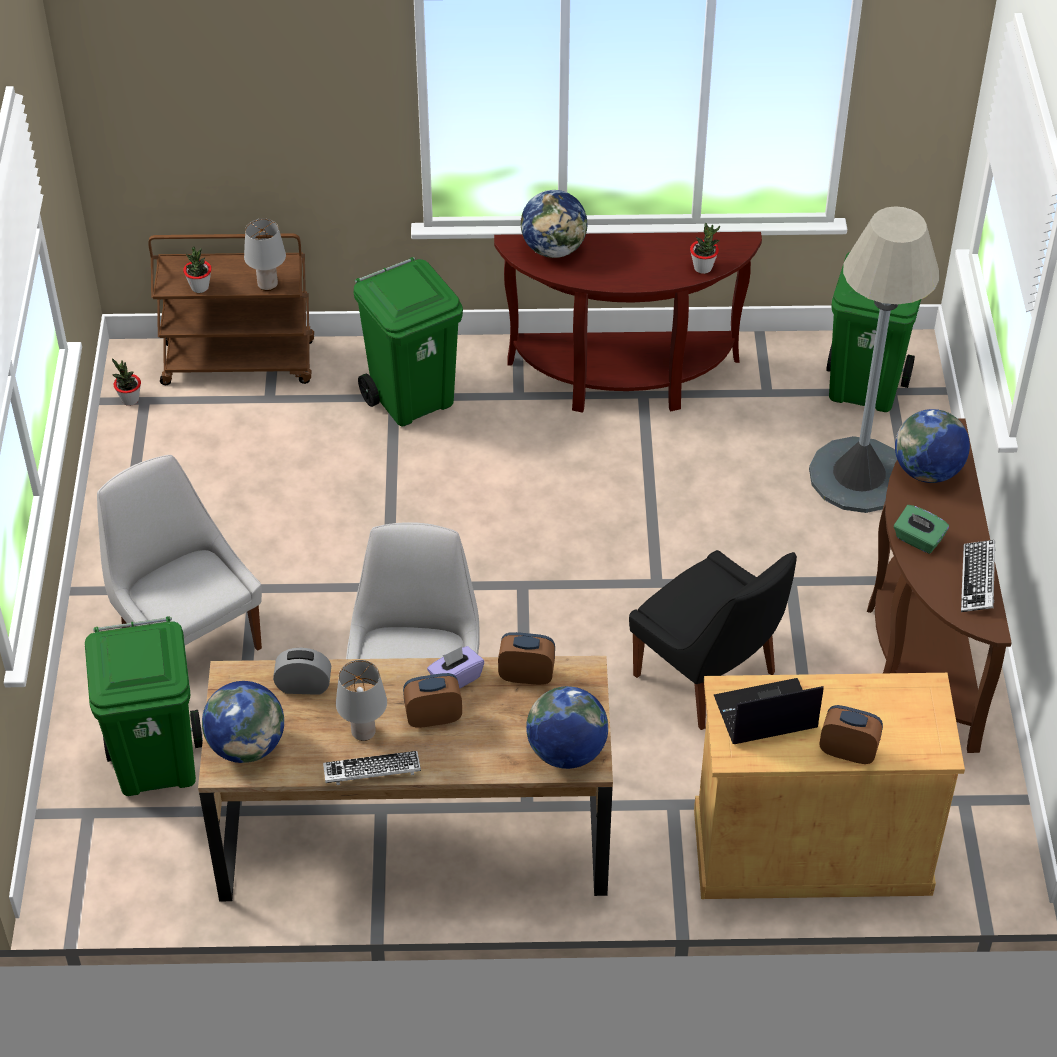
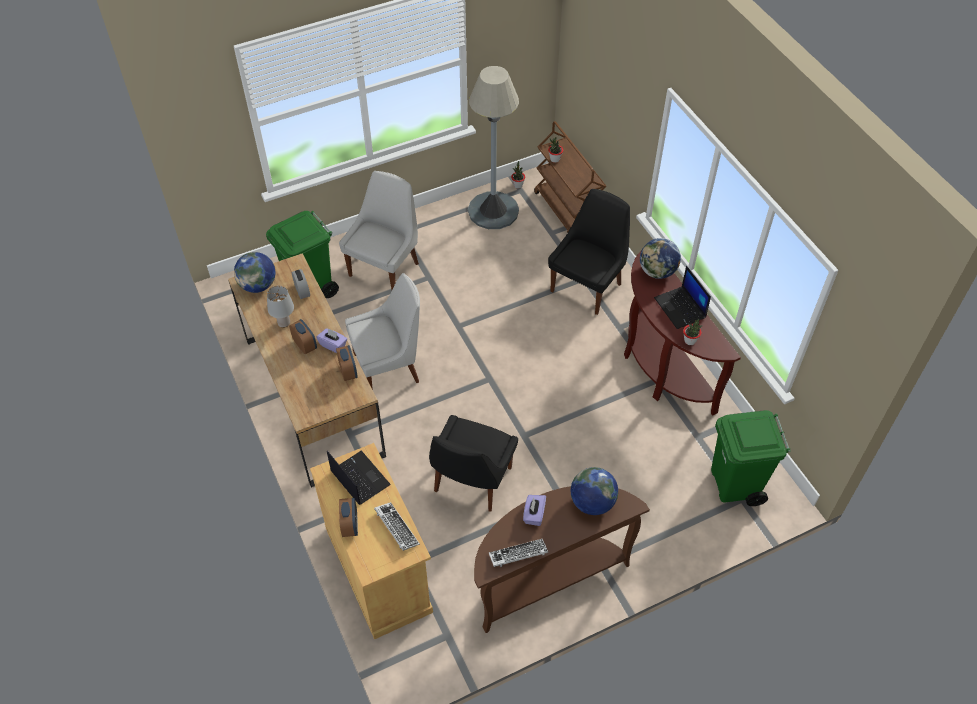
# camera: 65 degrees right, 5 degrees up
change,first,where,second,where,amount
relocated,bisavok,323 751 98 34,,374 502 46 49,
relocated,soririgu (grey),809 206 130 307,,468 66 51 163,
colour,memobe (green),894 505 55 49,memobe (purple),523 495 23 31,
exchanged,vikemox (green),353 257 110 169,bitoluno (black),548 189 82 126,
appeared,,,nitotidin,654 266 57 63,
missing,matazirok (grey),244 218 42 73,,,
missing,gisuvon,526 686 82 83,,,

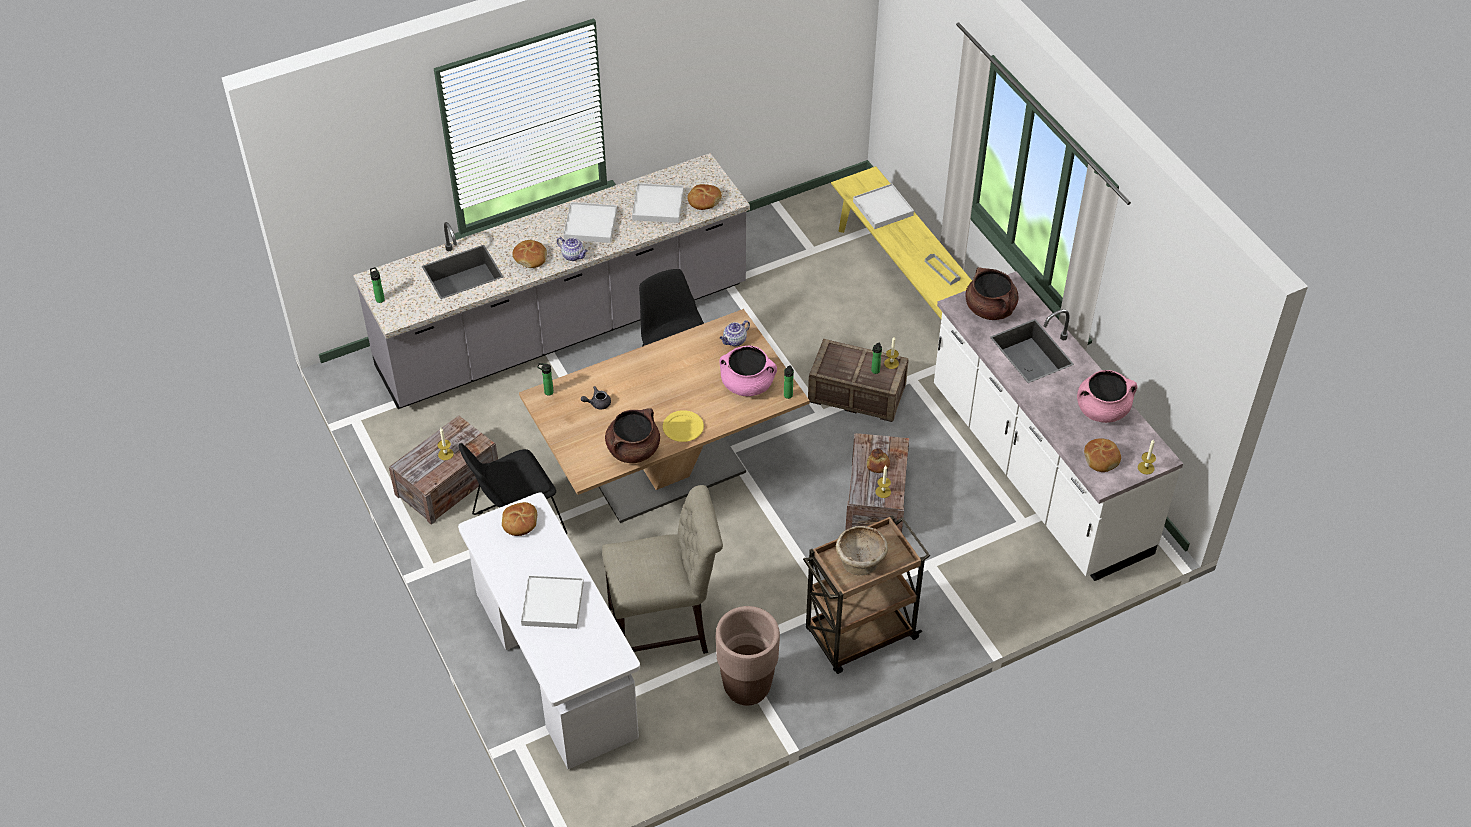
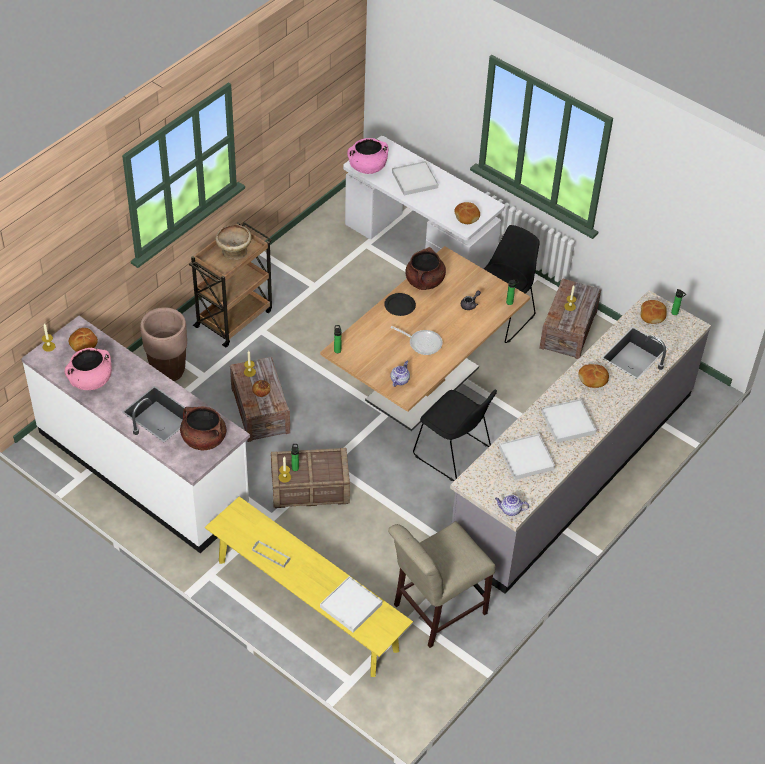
# camera: 155 degrees right, 0 degrees up
change,first,where,second,where,amount
relocated,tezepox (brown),716 606 64 99,,140 307 47 74,
relocated,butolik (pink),719 345 58 51,,347 138 41 36,
colour,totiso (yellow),663 410 41 32,totiso (black),384 293 32 23,
relocated,bitoluno (beige),602 485 121 169,,388 521 108 127,
appeared,,,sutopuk,390 326 53 29,
relocated,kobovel,557 237 31 24,,495 495 34 21,
relocated,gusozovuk,688 184 34 26,,640 300 27 24,

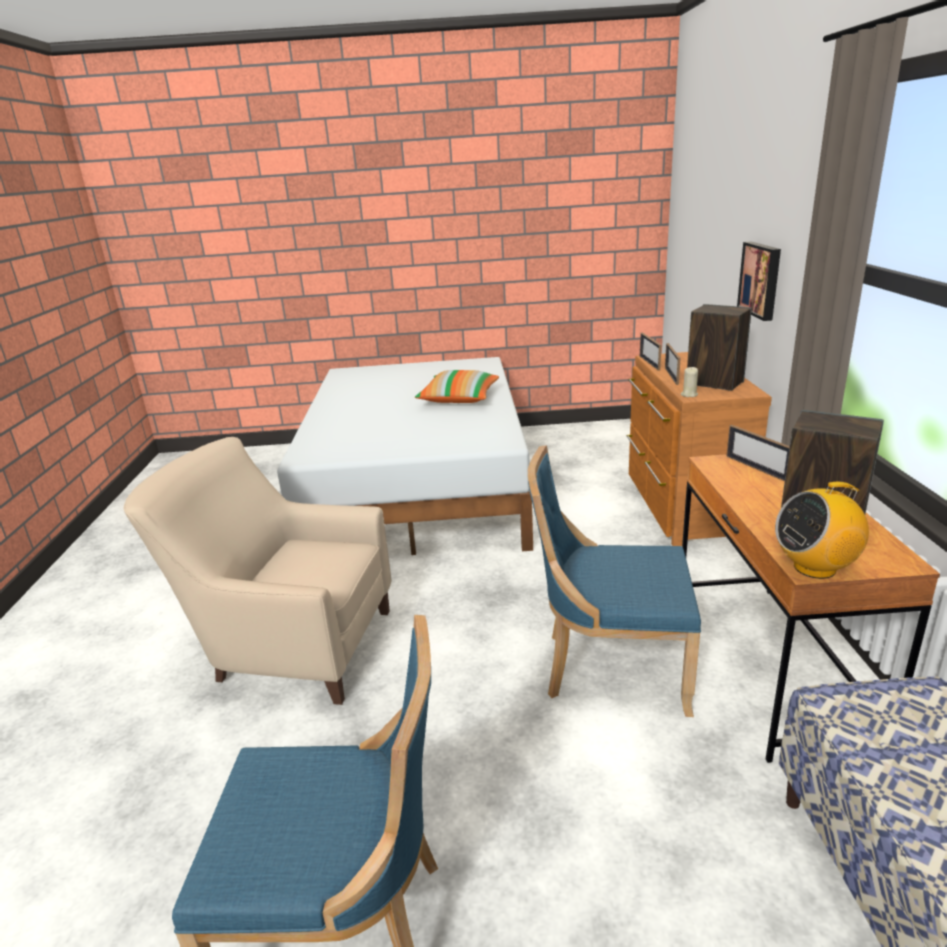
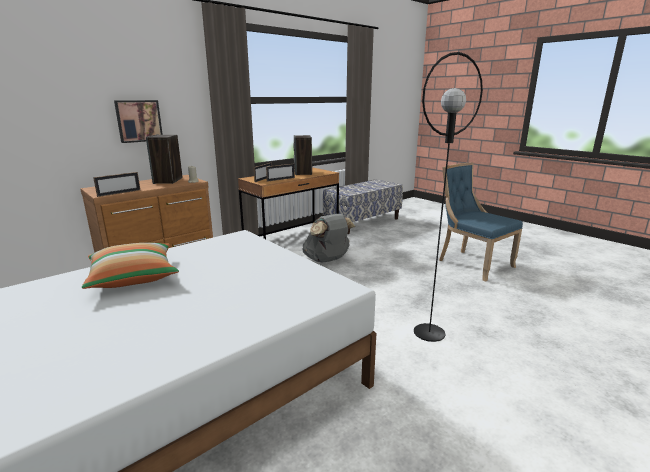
# camera: 130 degrees left, 5 degrees down
change,first,where,second,where,amount
relocated,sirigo,665 343 16 42,,266 164 29 18,
exchanged,bitoluno (blue),528 445 173 272,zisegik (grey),302 214 53 48,
exchanged,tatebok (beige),124 437 267 268,soririgu (black),414 52 69 290,
missing,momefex,775 482 94 97,,,

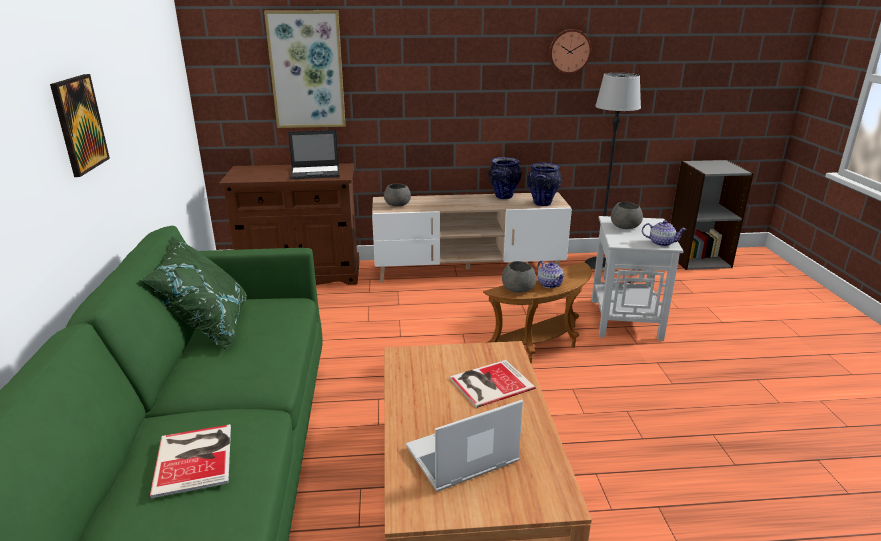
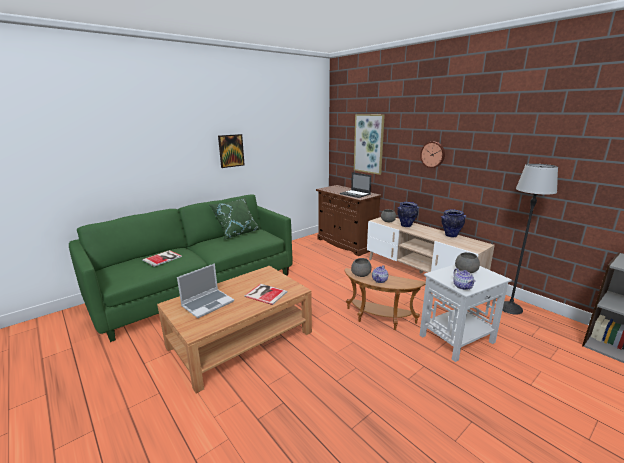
# camera: 55 degrees right, 5 degrees down
change,first,where,second,where,amount
spun,nitotidin,406 400 117 92,,177 263 57 55,105 degrees clockwise
relocated,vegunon,527 163 34 43,,397 202 22 25,
relocated,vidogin,549 29 42 45,,420 142 25 26,

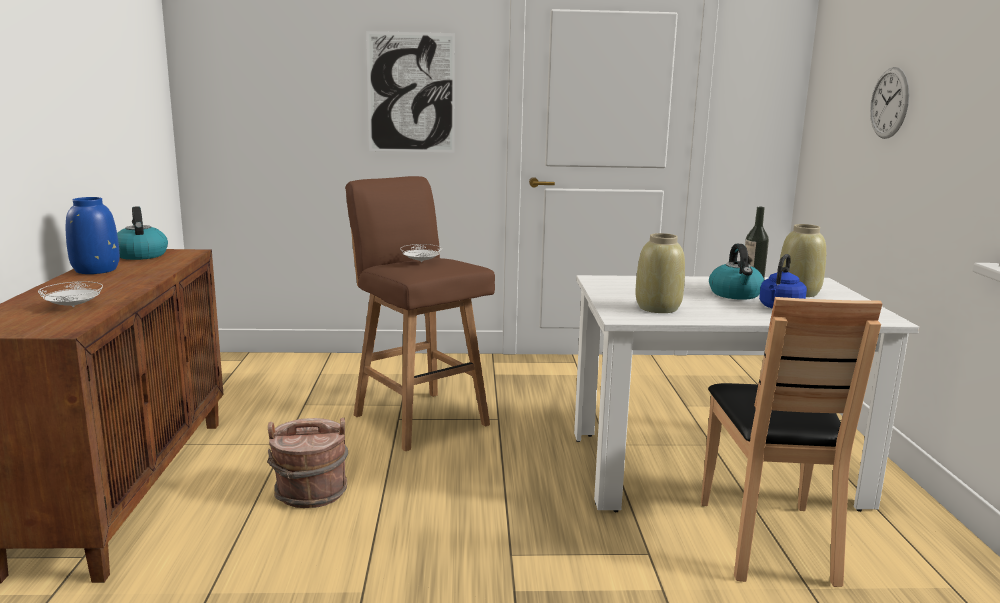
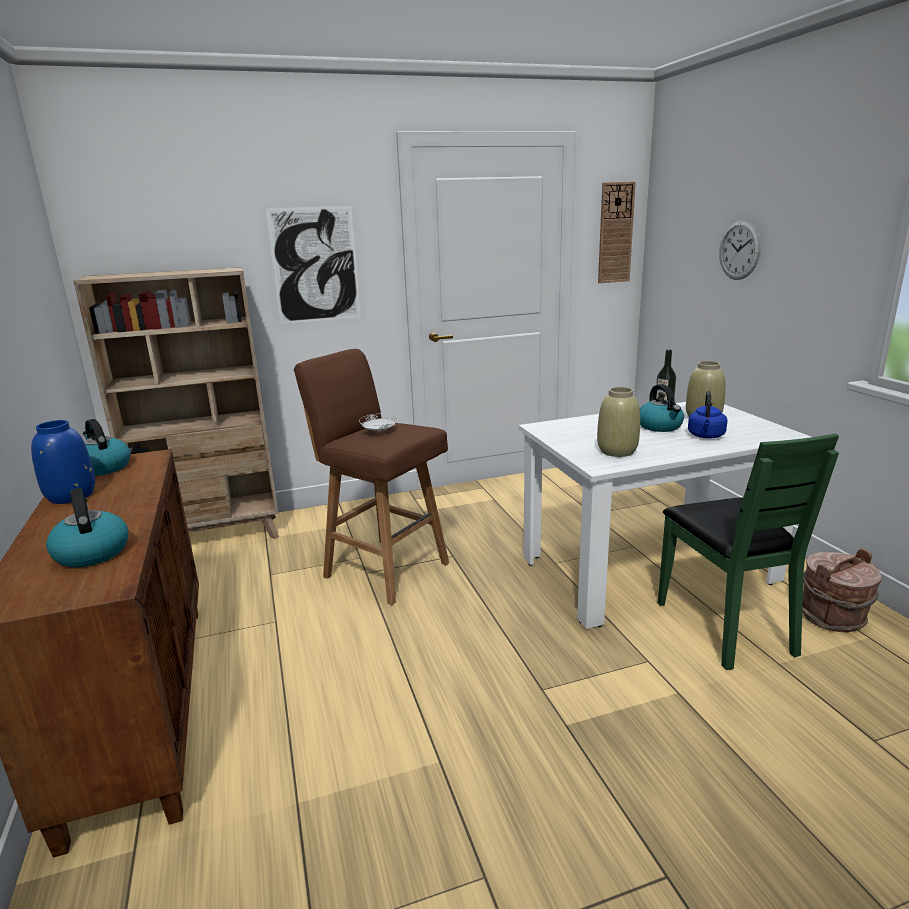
# camera: 15 degrees left, 5 degrees up
change,first,where,second,where,amount
exchanged,totiso (white),38 281 65 26,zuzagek,46 488 82 79,
appeared,,,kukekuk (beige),74 267 205 272,
appeared,,,vidogin,598 182 38 101,
colour,bitoluno (brown),701 297 182 290,bitoluno (green),658 433 181 237,
relocated,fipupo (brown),267 418 81 90,,802 548 80 84,

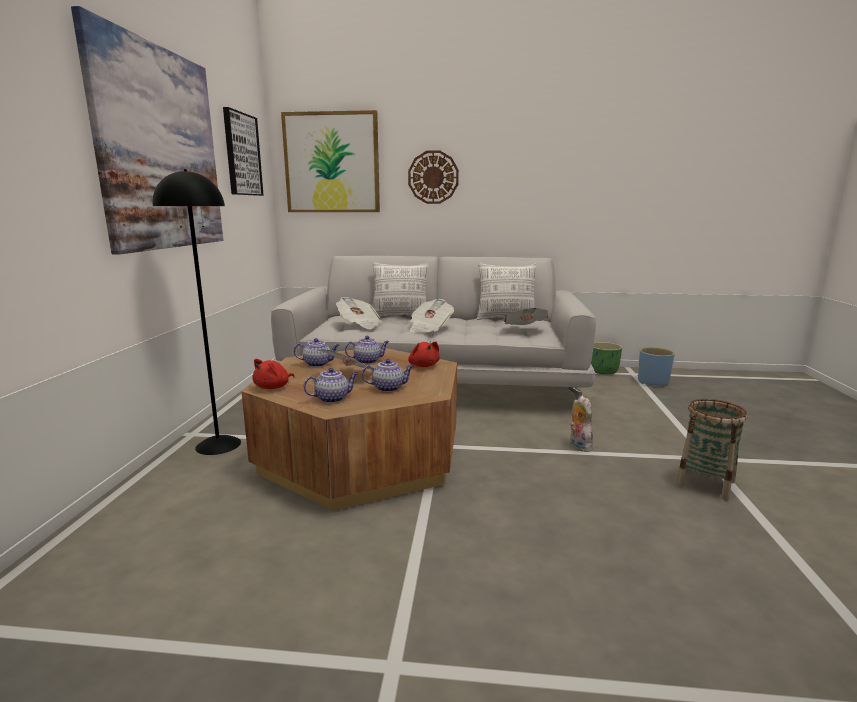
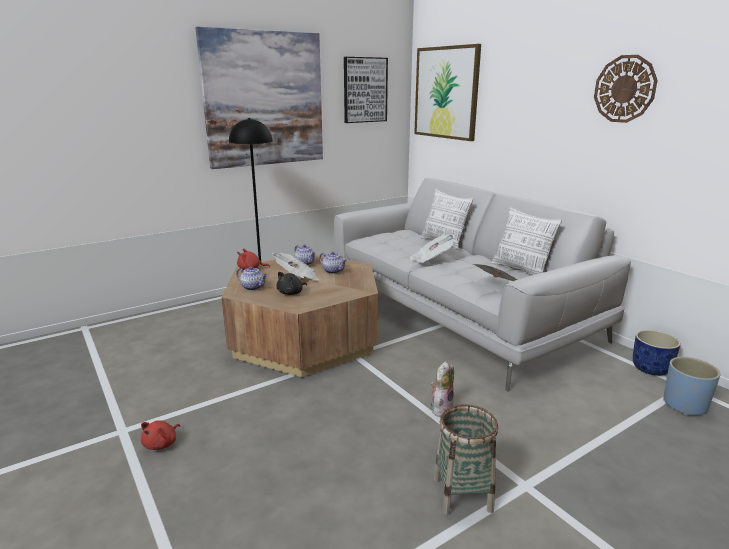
# camera: 50 degrees right, 5 degrees up
change,first,where,second,where,amount
relocated,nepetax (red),408 341 32 26,,141 421 39 29,
exchanged,kobovel,362 359 52 33,nepetax (black),276 272 31 23,
relocated,vidogin,408 150 51 54,,594 55 64 68,
colour,tezepox (green),591 342 31 33,tezepox (blue),633 330 48 46,
missing,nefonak,336 297 46 32,,,

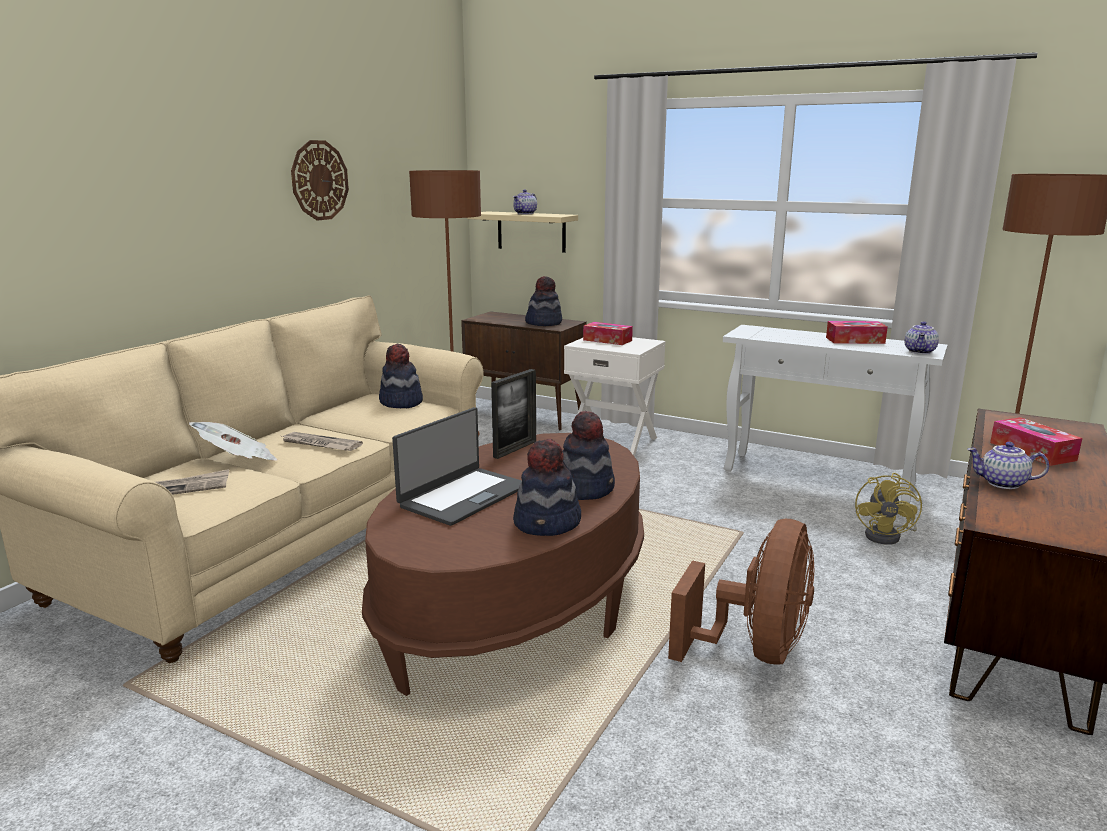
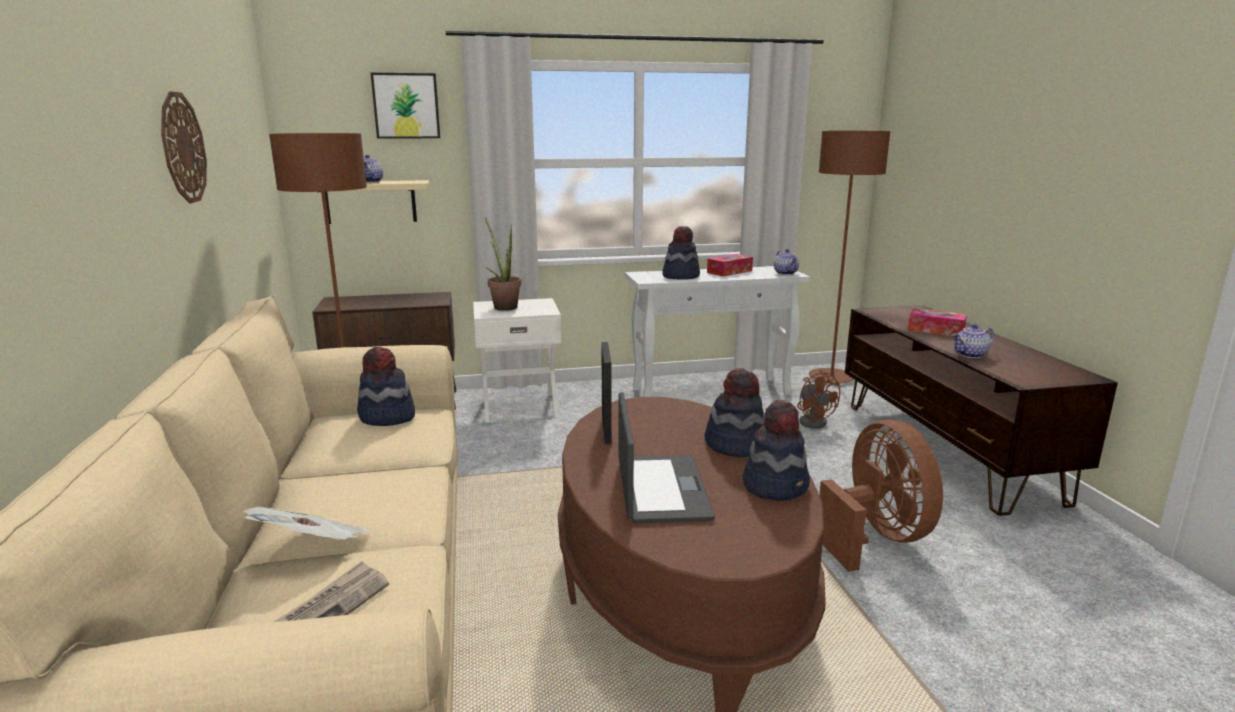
# camera: 40 degrees left, 0 degrees up
change,first,where,second,where,amount
appeared,,,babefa,371 73 69 66,
exchanged,memobe,583 322 50 23,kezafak,485 217 36 94,
relocated,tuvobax,525 276 37 50,,662 226 38 54,
colour,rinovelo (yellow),855 473 67 72,rinovelo (brown),797 370 44 59,
missing,nefonak,282 432 81 19,,,

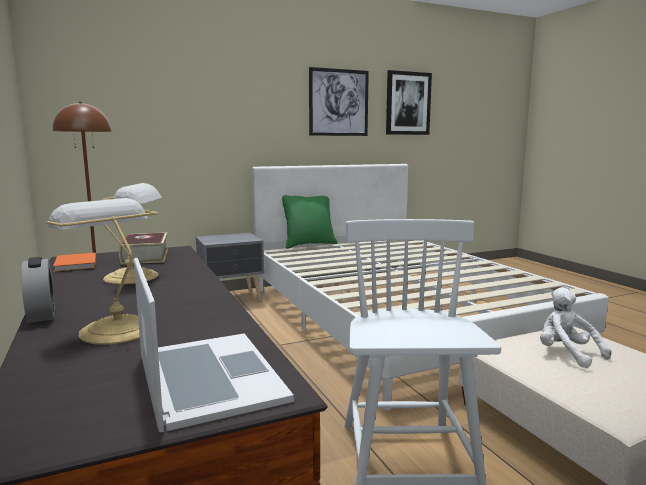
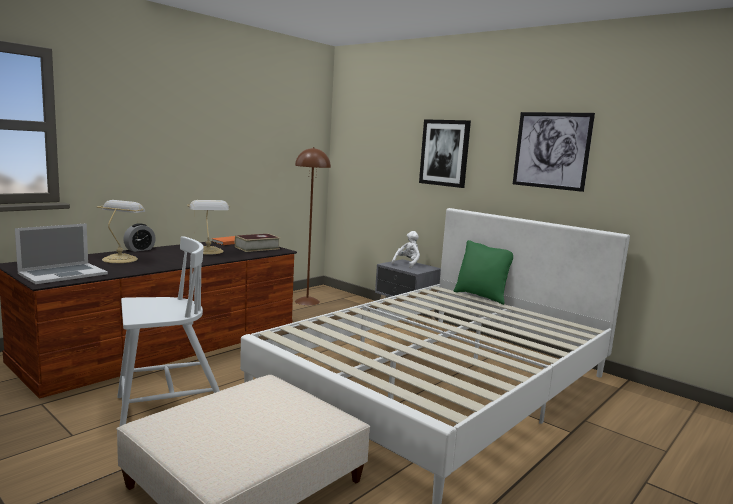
# camera: 65 degrees right, 0 degrees up
change,first,where,second,where,amount
relocated,nepetax (white),540 287 72 81,,392 231 28 37,
relocated,babefa,386 70 46 65,,419 119 52 69,

